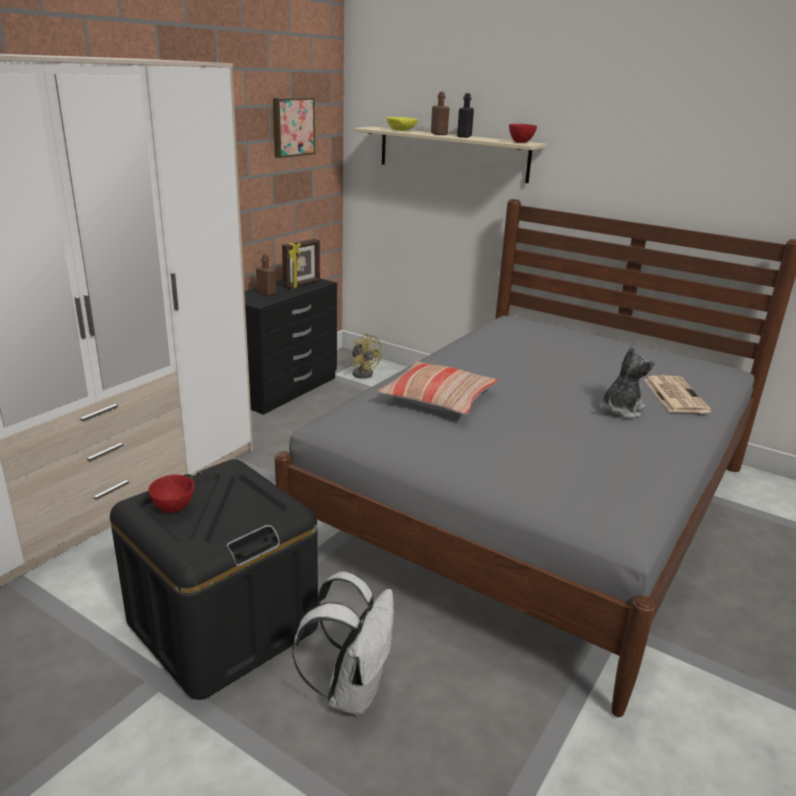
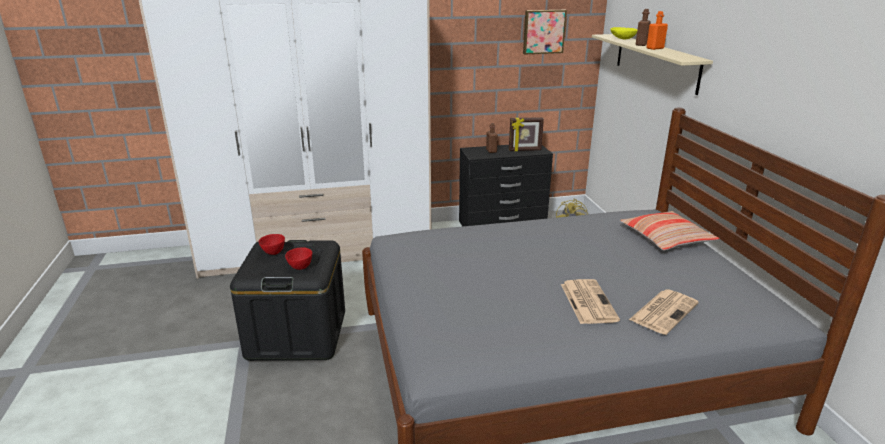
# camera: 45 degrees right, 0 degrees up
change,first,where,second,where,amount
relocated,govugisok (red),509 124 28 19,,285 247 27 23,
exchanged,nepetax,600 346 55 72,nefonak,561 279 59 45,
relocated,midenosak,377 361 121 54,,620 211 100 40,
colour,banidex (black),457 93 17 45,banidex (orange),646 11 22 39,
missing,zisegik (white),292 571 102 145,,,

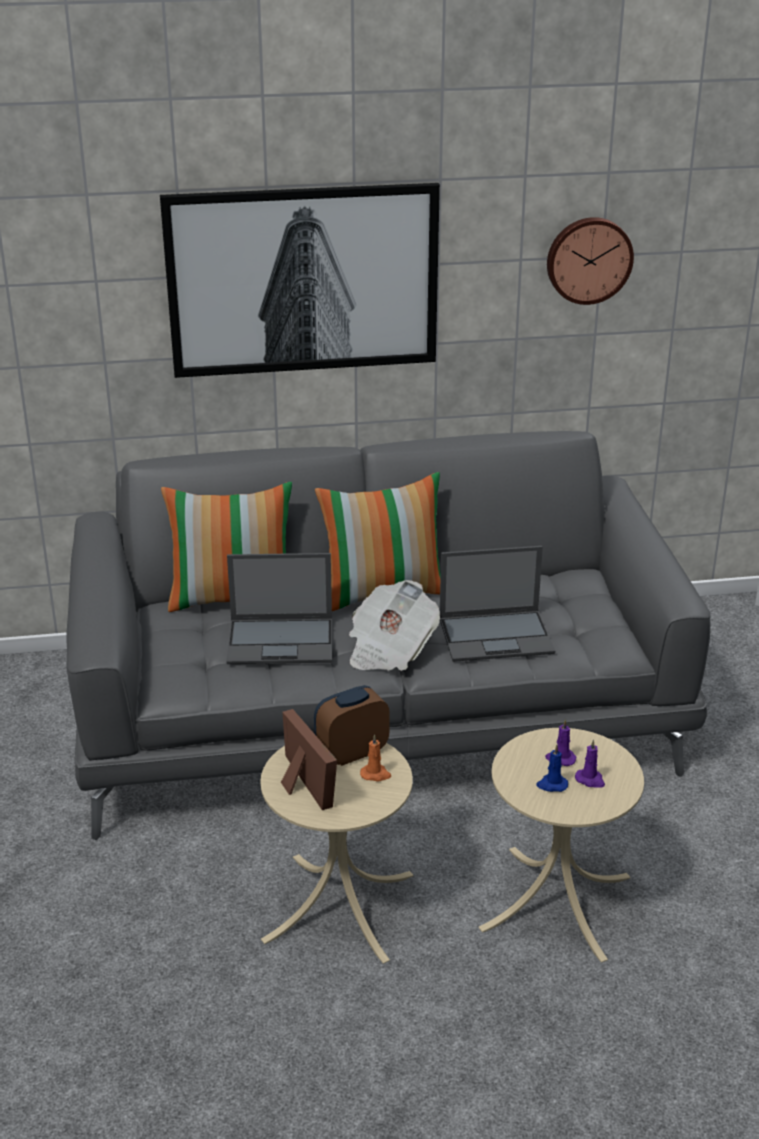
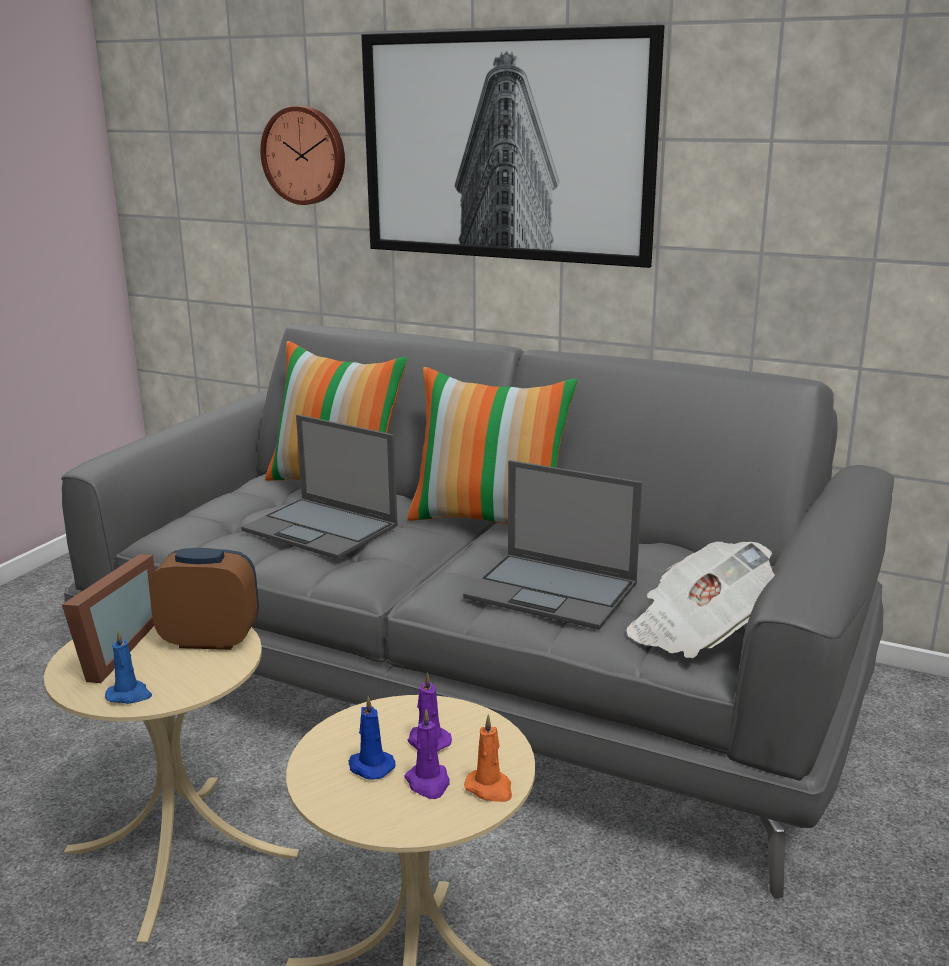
# camera: 35 degrees right, 10 degrees down
change,first,where,second,where,amount
appeared,,,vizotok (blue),105 630 47 74,
relocated,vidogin,547 217 87 88,,260 106 85 99,
relocated,vizotok (orange),360 734 31 48,,464 714 48 88,
relocated,nefonak,349 580 91 91,,626 541 149 117,

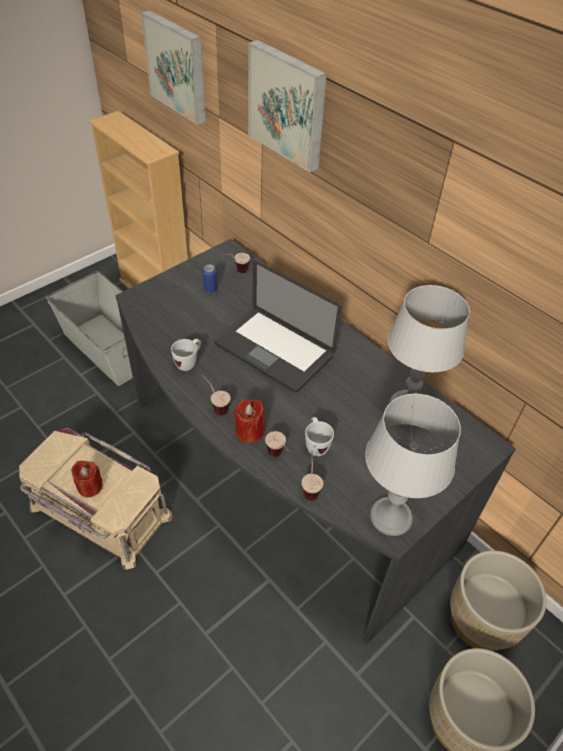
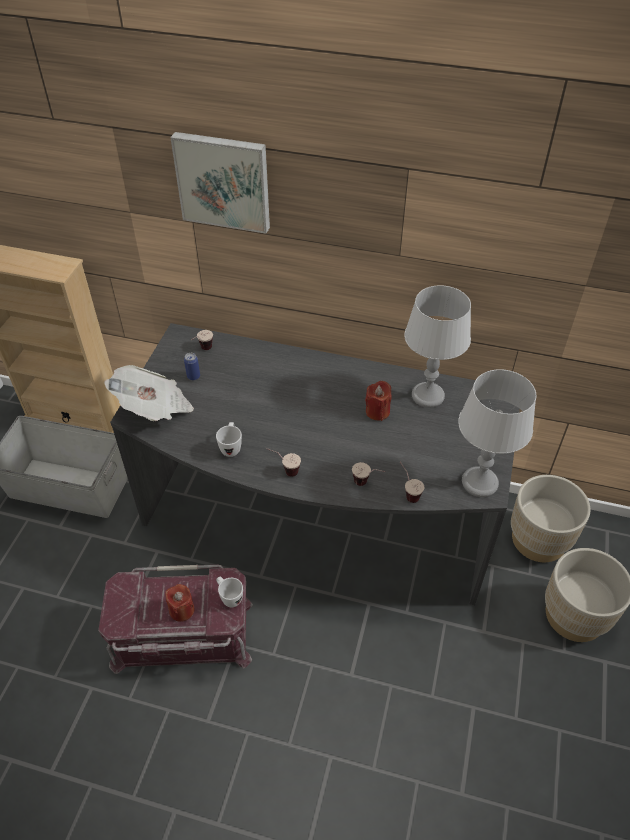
# camera: 30 degrees left, 0 degrees up
change,first,where,second,where,amount
colour,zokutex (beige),19 428 153 142,zokutex (red),98 565 155 109,
appeared,,,nefonak,104 365 90 56,
relocated,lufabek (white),305 417 29 39,,216 577 27 30,
relocated,vizotok (red),233 399 32 44,,365 381 27 40,
missing,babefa,141 10 65 115,,,
missing,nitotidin,214 260 128 133,,,

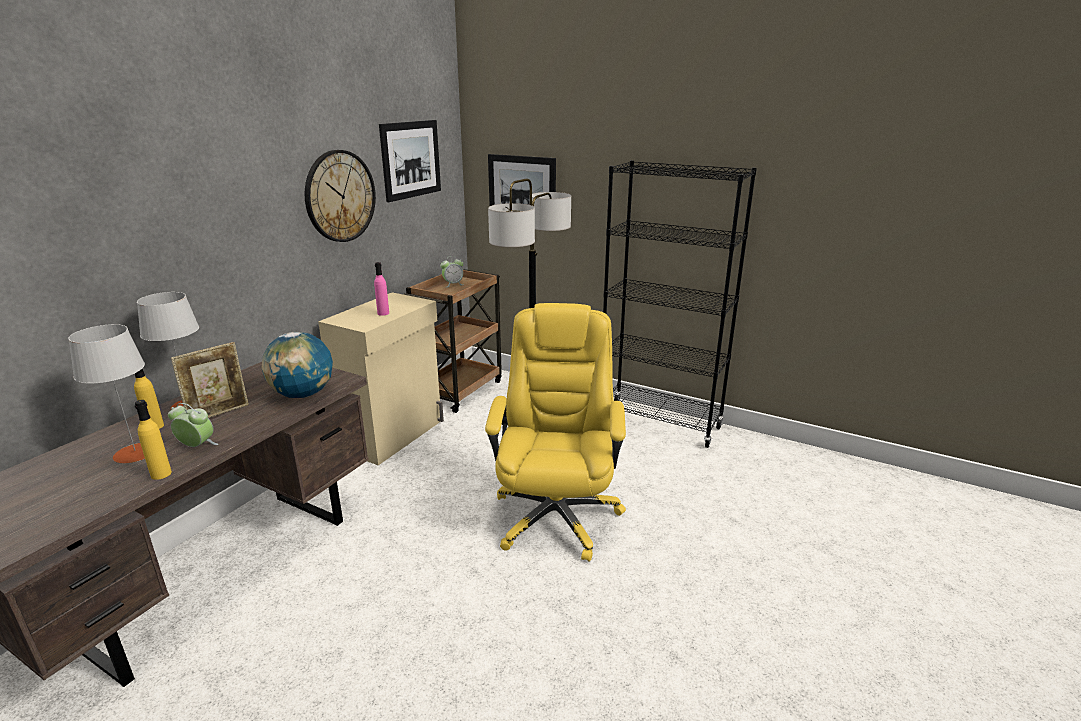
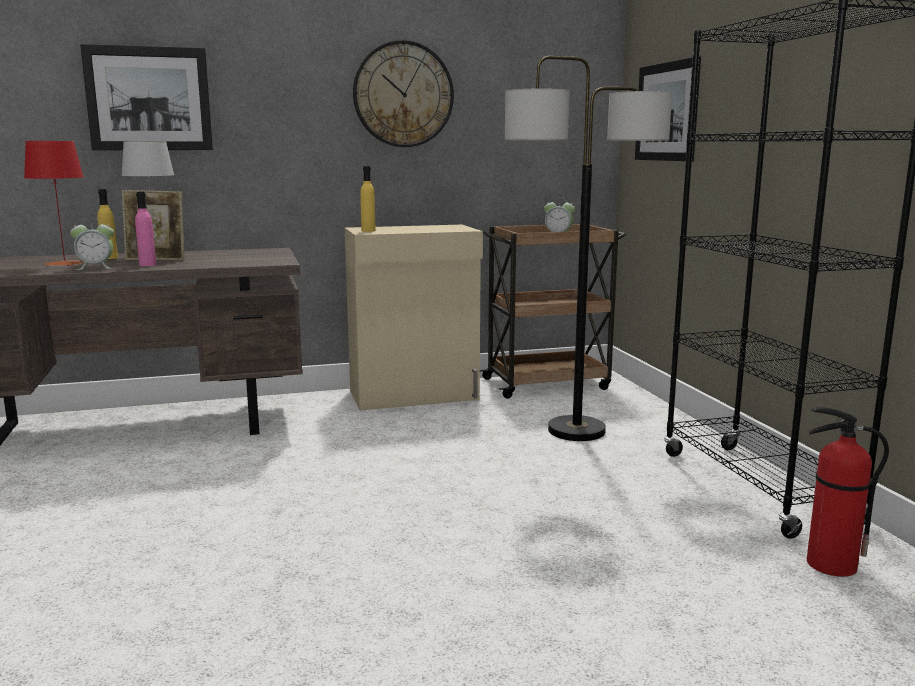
# camera: 45 degrees right, 10 degrees down
change,first,where,second,where,amount
colour,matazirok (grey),68 324 77 139,matazirok (red),24 141 60 125,
spun,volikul,168 403 50 44,,70 218 44 52,105 degrees clockwise
relocated,babefa,379 120 62 82,,80 44 133 106,
relocated,banidex (pink),374 262 15 54,,135 192 21 74,
relocated,banidex (yellow),135 400 37 80,,360 166 16 66,
appeared,,,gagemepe,807 407 82 170,
missing,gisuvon,261 332 72 66,,,
missing,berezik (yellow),485 303 141 259,,,

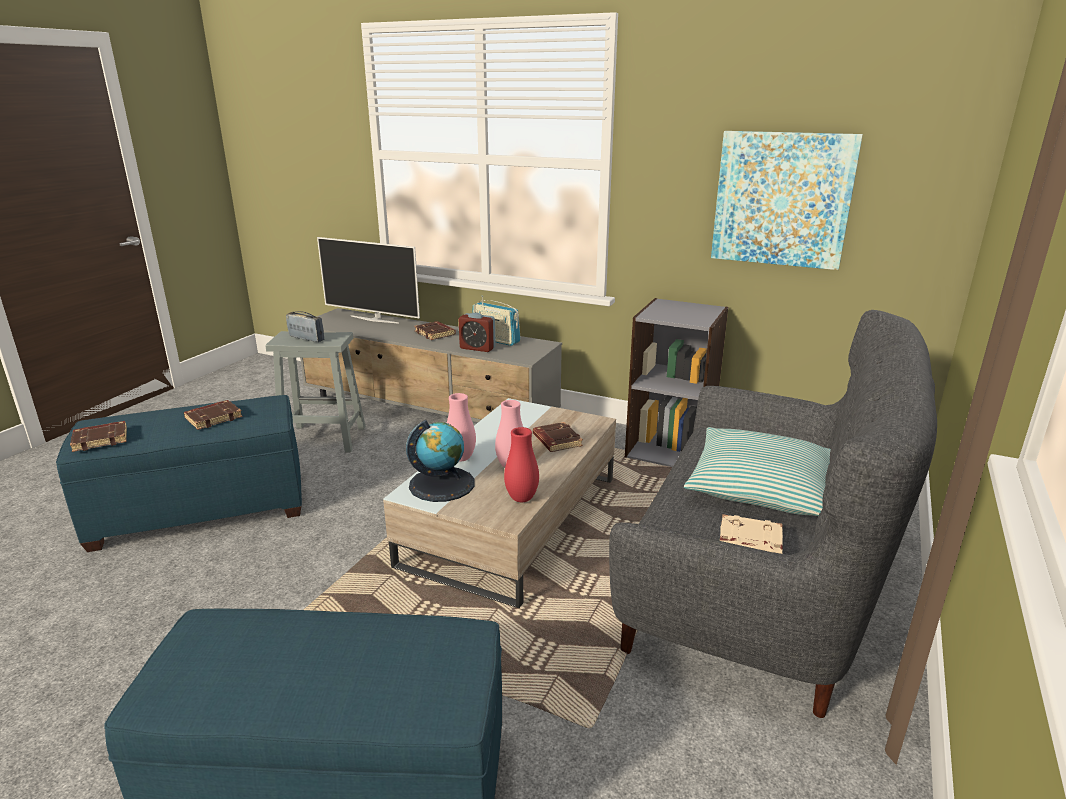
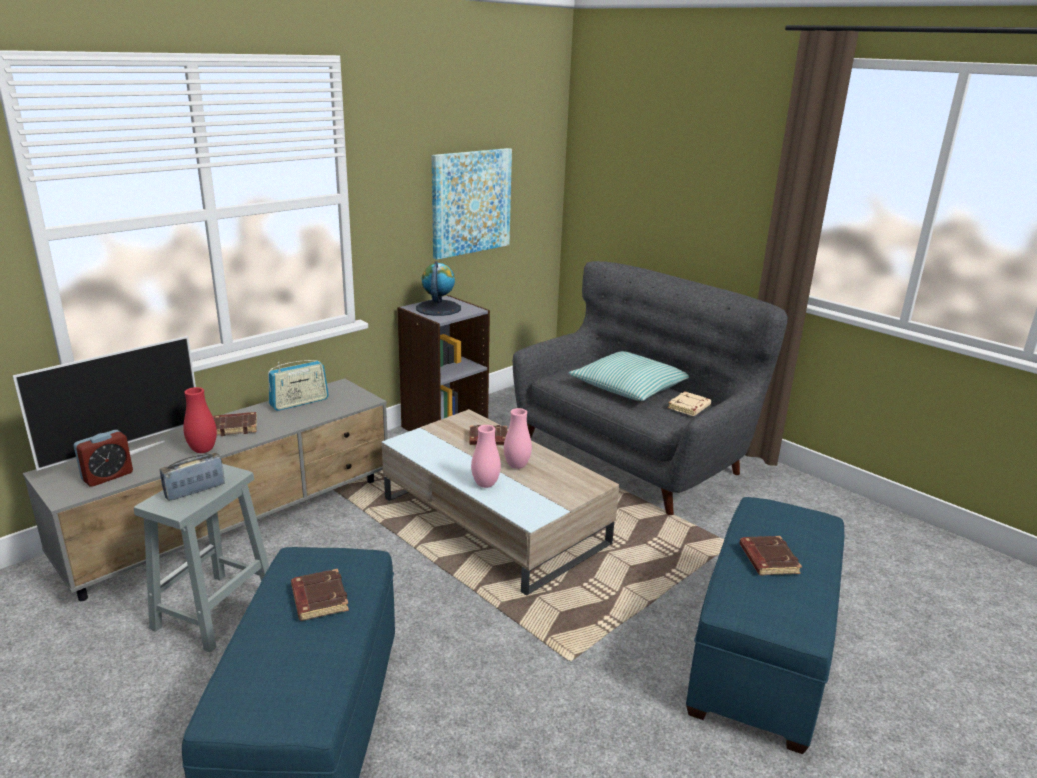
# camera: 70 degrees left, 0 degrees up
change,first,where,second,where,amount
relocated,volikul,459 313 37 39,,74 430 59 57,
relocated,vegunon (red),504 427 35 75,,183 387 34 66,
relocated,gisuvon,406 420 69 82,,416 261 45 55,
relocated,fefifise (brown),70 421 57 31,,740 536 62 39,

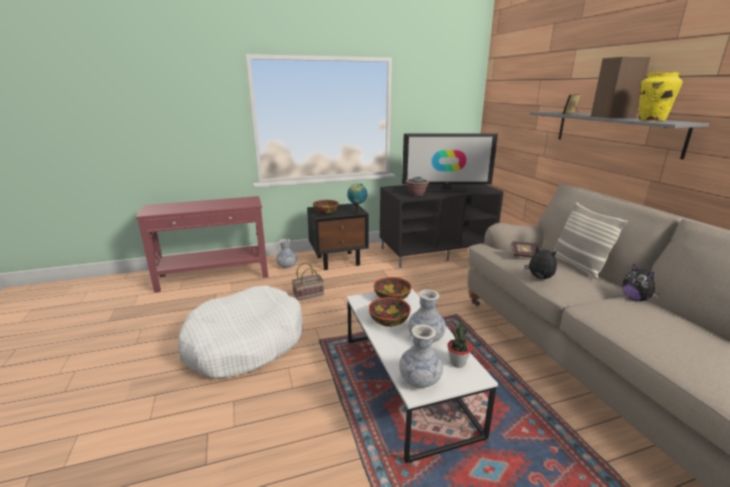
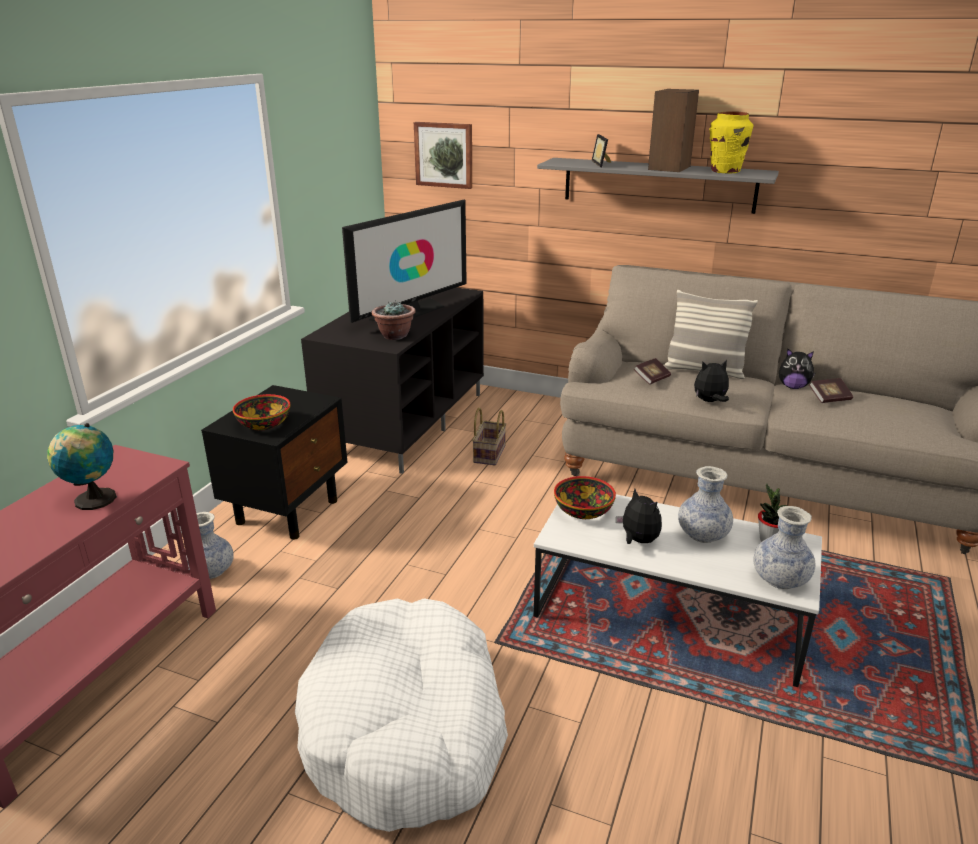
# camera: 50 degrees left, 5 degrees up
change,first,where,second,where,amount
relocated,gisuvon,347 184 20 30,,47 423 70 87,
appeared,,,babefa,414 122 58 67,
relocated,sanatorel,292 263 32 38,,472 408 34 57,
exchanged,govugisok,369 297 42 30,nepetax,616 489 46 55,
appeared,,,fefifise,809 378 44 25,

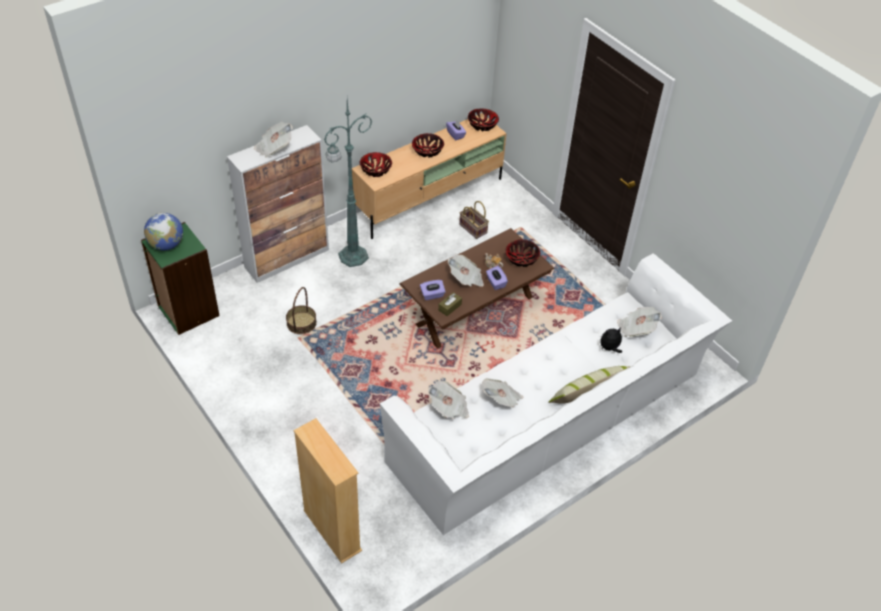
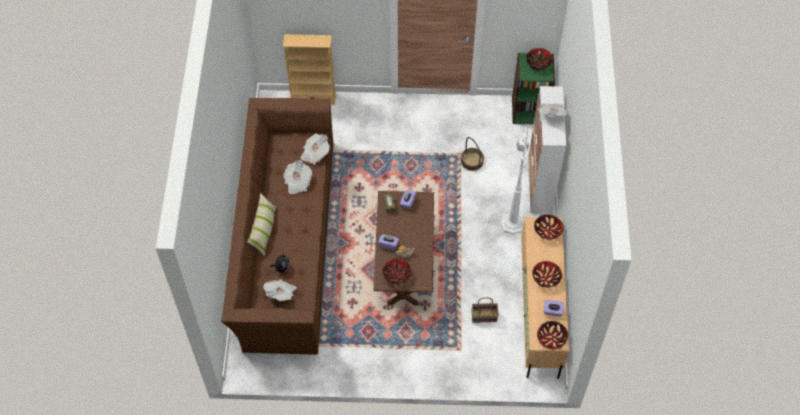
# camera: 130 degrees right, 10 degrees up
change,first,where,second,where,amount
colour,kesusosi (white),380 253 352 282,kesusosi (brown),221 98 112 257,
colour,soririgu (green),324 99 48 168,soririgu (white),500 126 29 108,
exchanged,gisuvon,144 213 39 38,govugisok,526 48 27 22,
missing,nefonak,448 255 36 32,,,

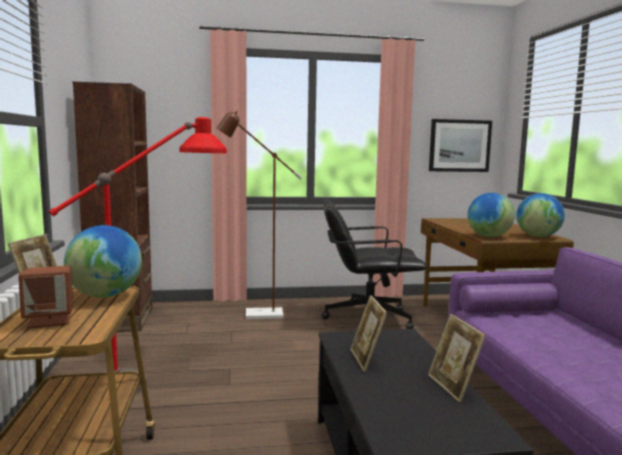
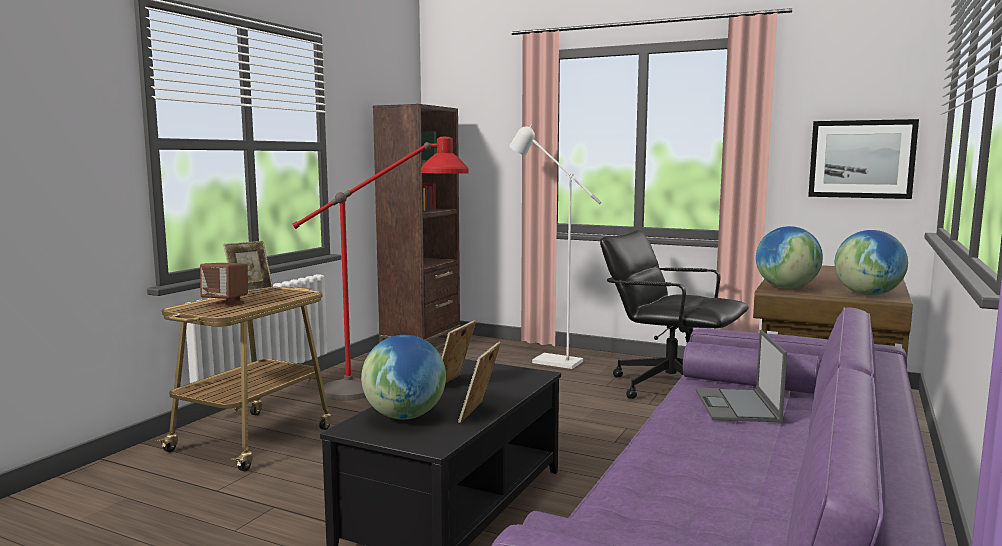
# camera: 35 degrees right, 0 degrees up
change,first,where,second,where,amount
relocated,gisuvon,64 225 78 73,,361 335 85 85,
colour,soririgu (brown),216 111 86 208,soririgu (white),510 125 91 244,
appeared,,,nitotidin,696 330 91 92,

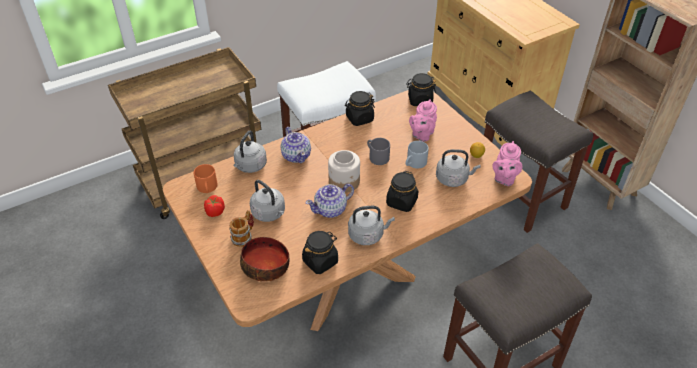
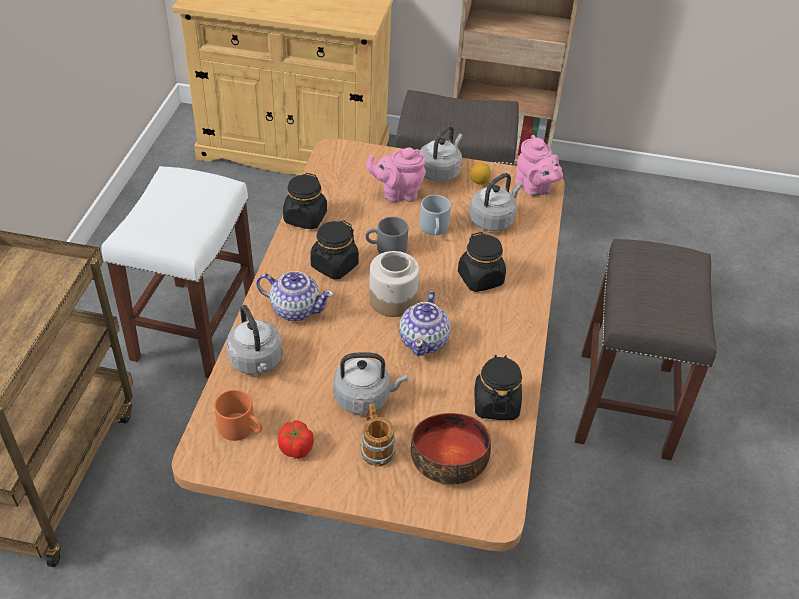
# camera: 50 degrees left, 0 degrees up
change,first,where,second,where,amount
relocated,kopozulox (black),406 73 30 33,,310 220 49 60,
spun,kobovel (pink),409 99 28 43,,366 147 60 55,105 degrees clockwise
relocated,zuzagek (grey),348 206 47 39,,420 125 43 57,

